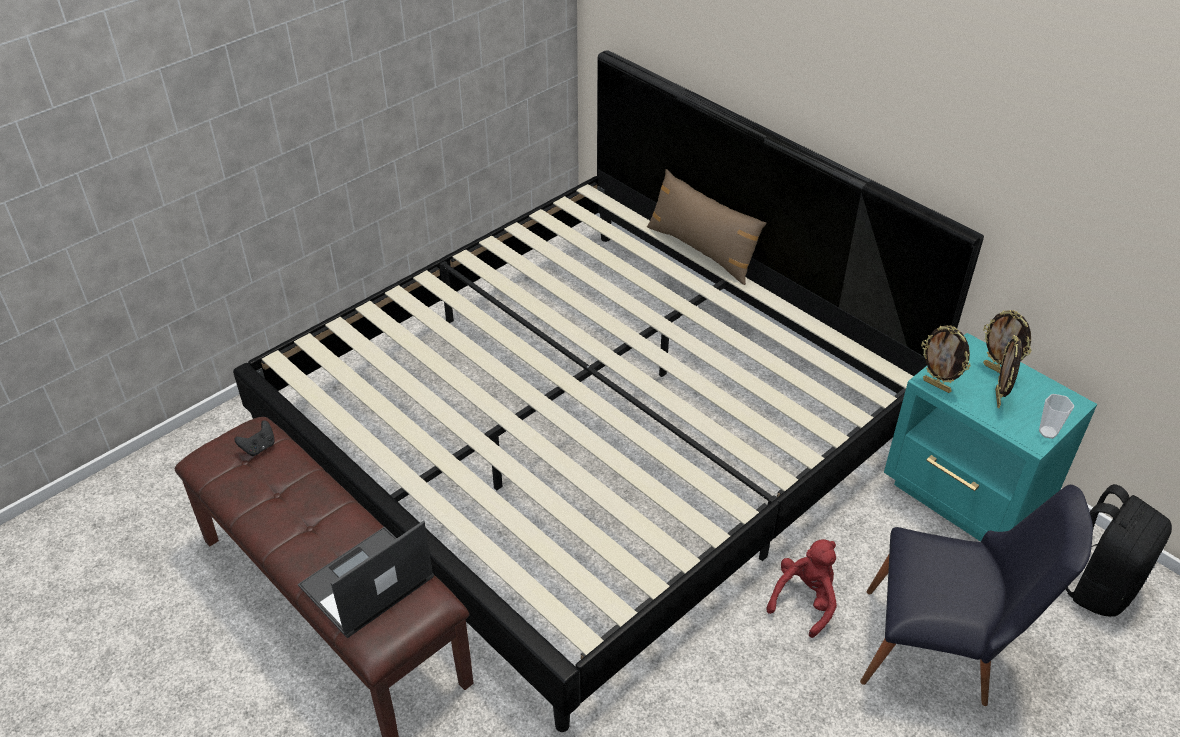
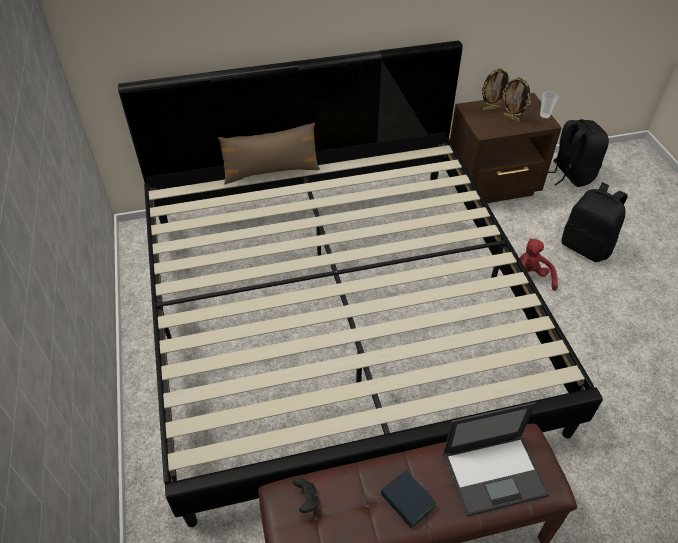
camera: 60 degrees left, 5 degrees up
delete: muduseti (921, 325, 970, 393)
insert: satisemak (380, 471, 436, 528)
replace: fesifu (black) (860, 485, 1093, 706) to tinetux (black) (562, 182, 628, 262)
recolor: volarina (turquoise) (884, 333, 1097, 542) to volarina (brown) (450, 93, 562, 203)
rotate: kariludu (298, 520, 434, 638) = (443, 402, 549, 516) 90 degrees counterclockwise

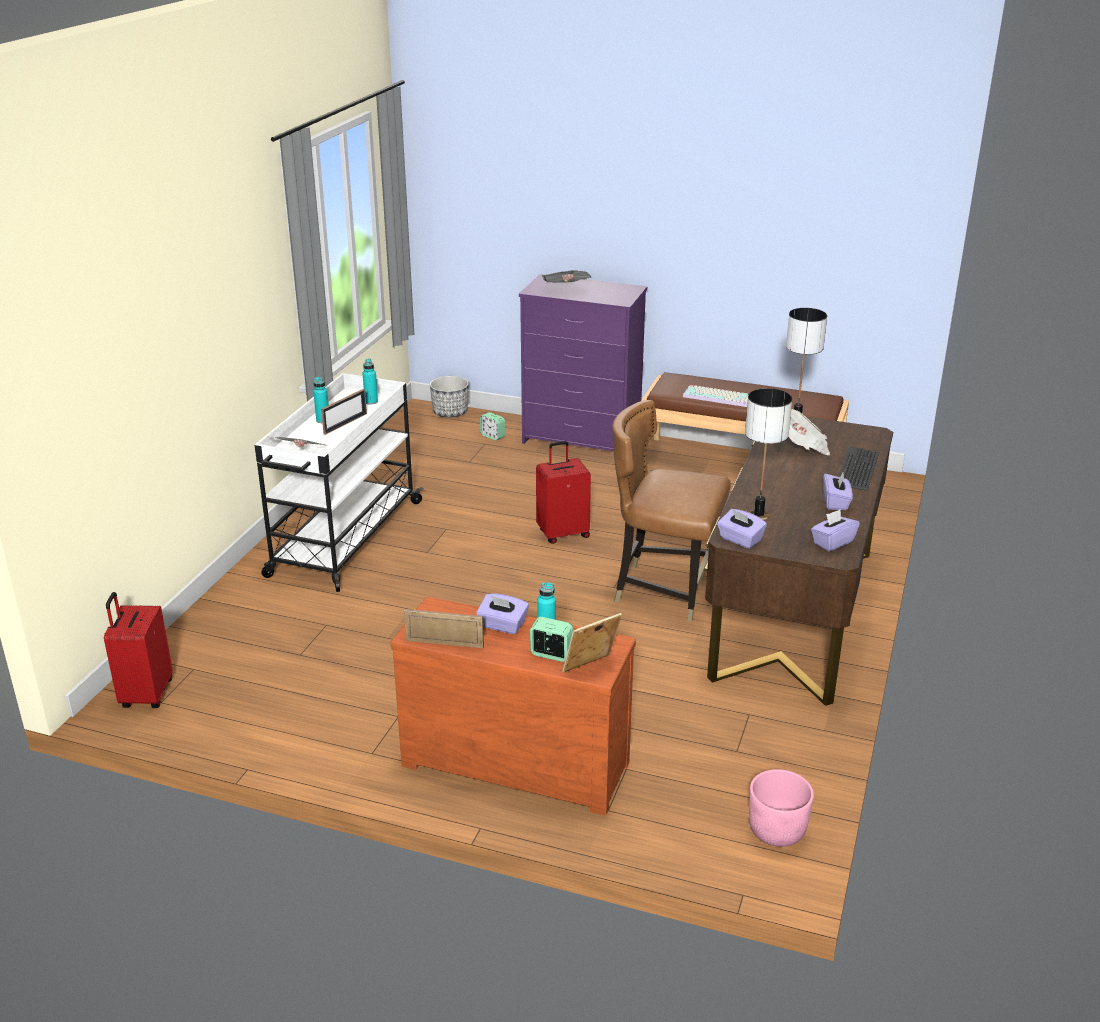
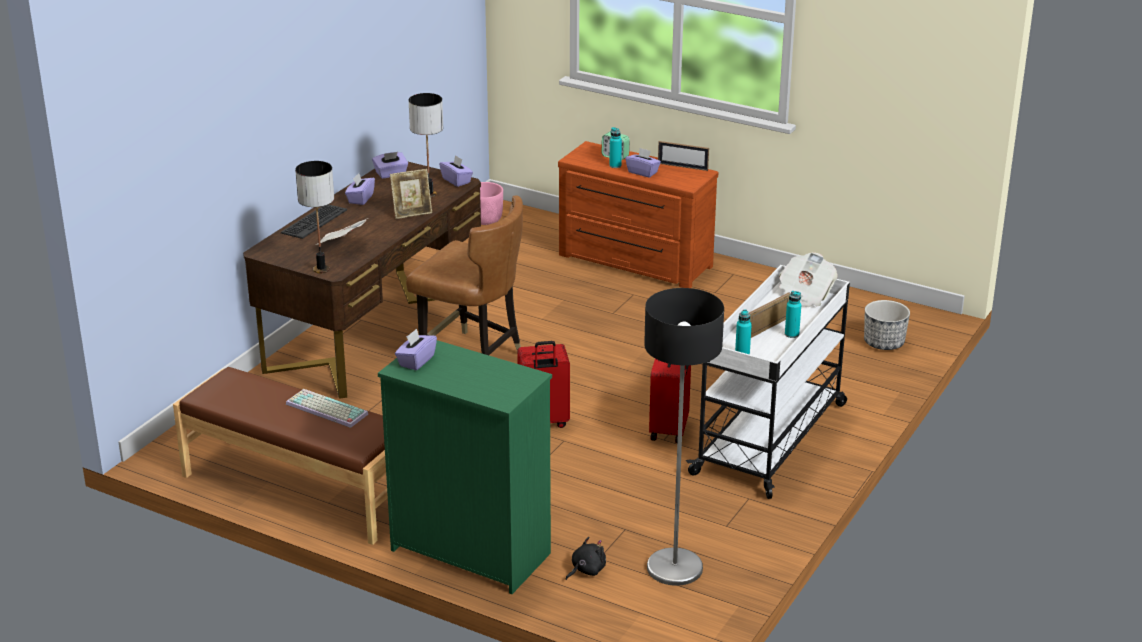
camera: 170 degrees left, 0 degrees up
delete: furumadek (542, 270, 591, 283)
insert: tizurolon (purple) (395, 329, 437, 370); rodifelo (644, 288, 724, 586)
move: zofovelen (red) (104, 592, 172, 708) to (649, 359, 691, 443); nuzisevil (430, 376, 469, 418) to (864, 300, 910, 350); muduseti (562, 613, 622, 673) to (390, 169, 432, 219)
replace: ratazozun (480, 412, 505, 441) to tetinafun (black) (566, 537, 606, 580)
recolor: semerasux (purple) (519, 274, 647, 451) to semerasux (green) (378, 340, 552, 594)

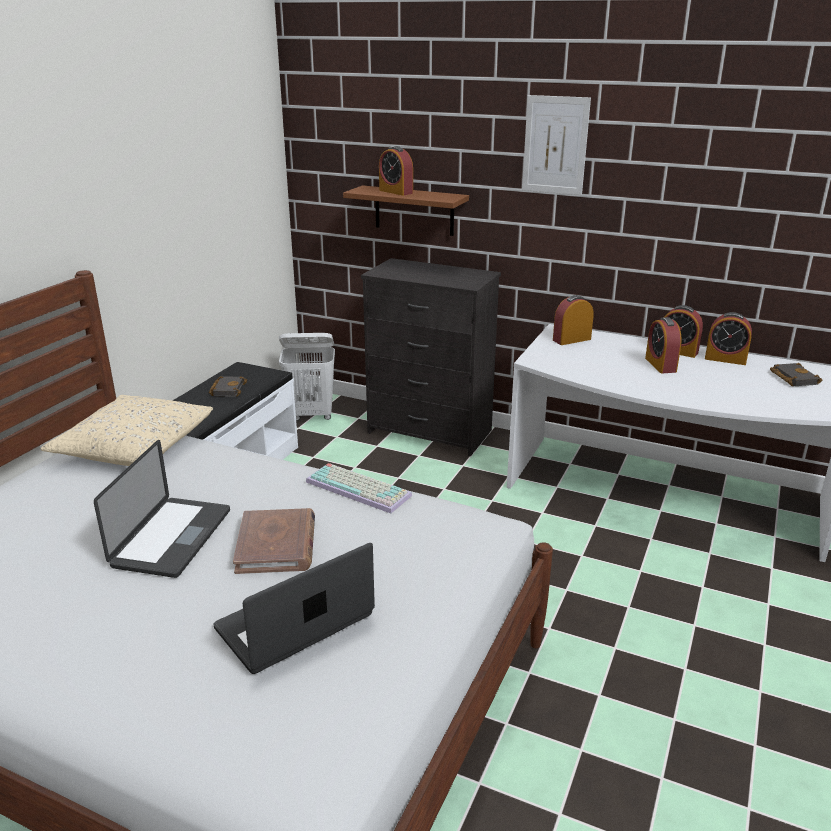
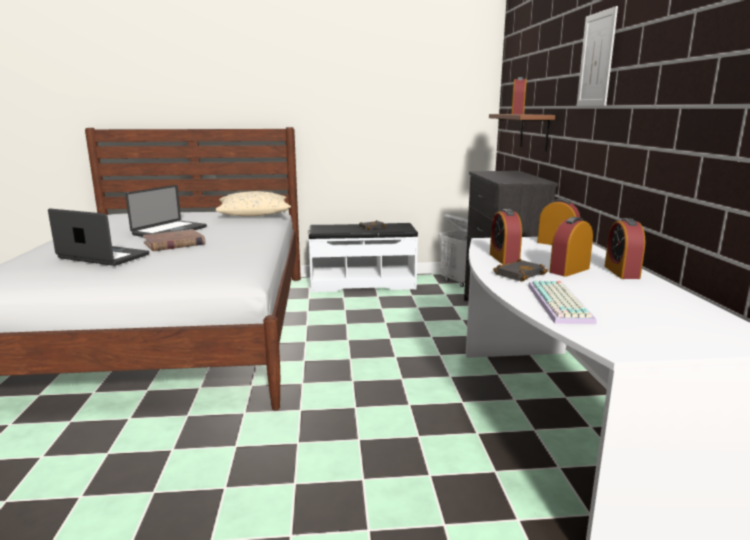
camera: 60 degrees right, 10 degrees down
move: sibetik (306, 463, 412, 513) to (528, 281, 597, 324); ratazozun (705, 312, 752, 365) to (490, 209, 522, 265); satisemak (black) (770, 363, 822, 386) to (493, 259, 548, 282)
rotate: kariludu (94, 440, 230, 578) = (125, 185, 207, 237) 45 degrees counterclockwise

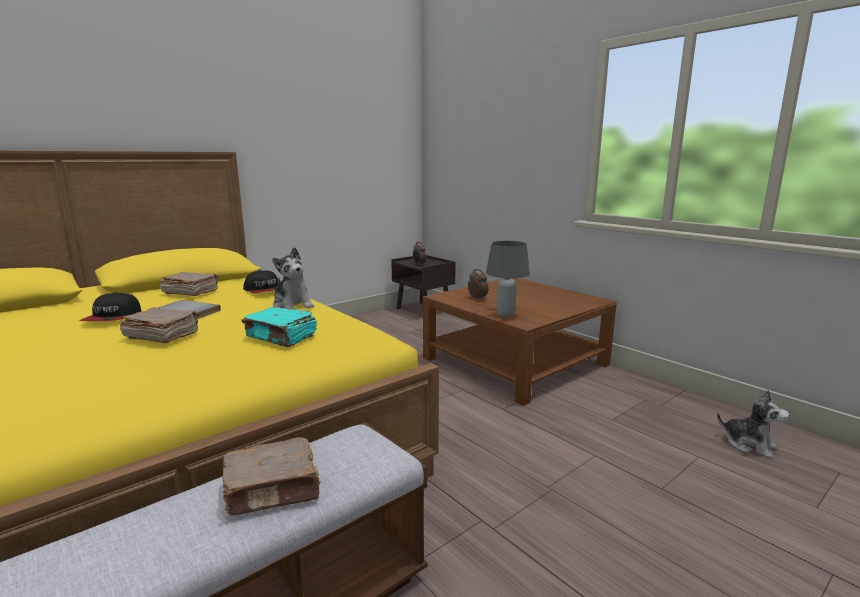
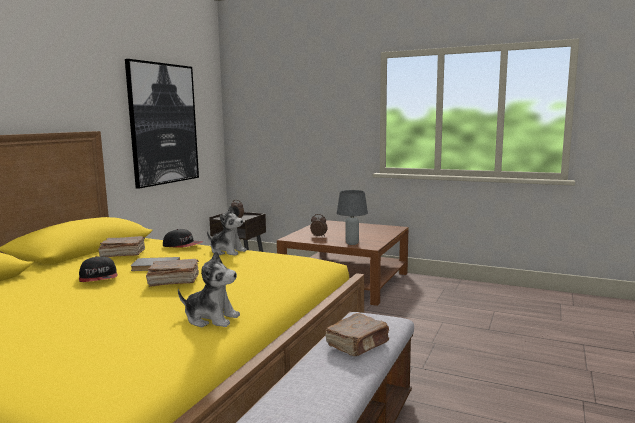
camera: 25 degrees left, 5 degrees down
delete: satisemak (turquoise) (242, 306, 317, 347)
insert: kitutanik (125, 59, 199, 189)
move: tetinafun (717, 390, 790, 458) to (178, 251, 240, 327)

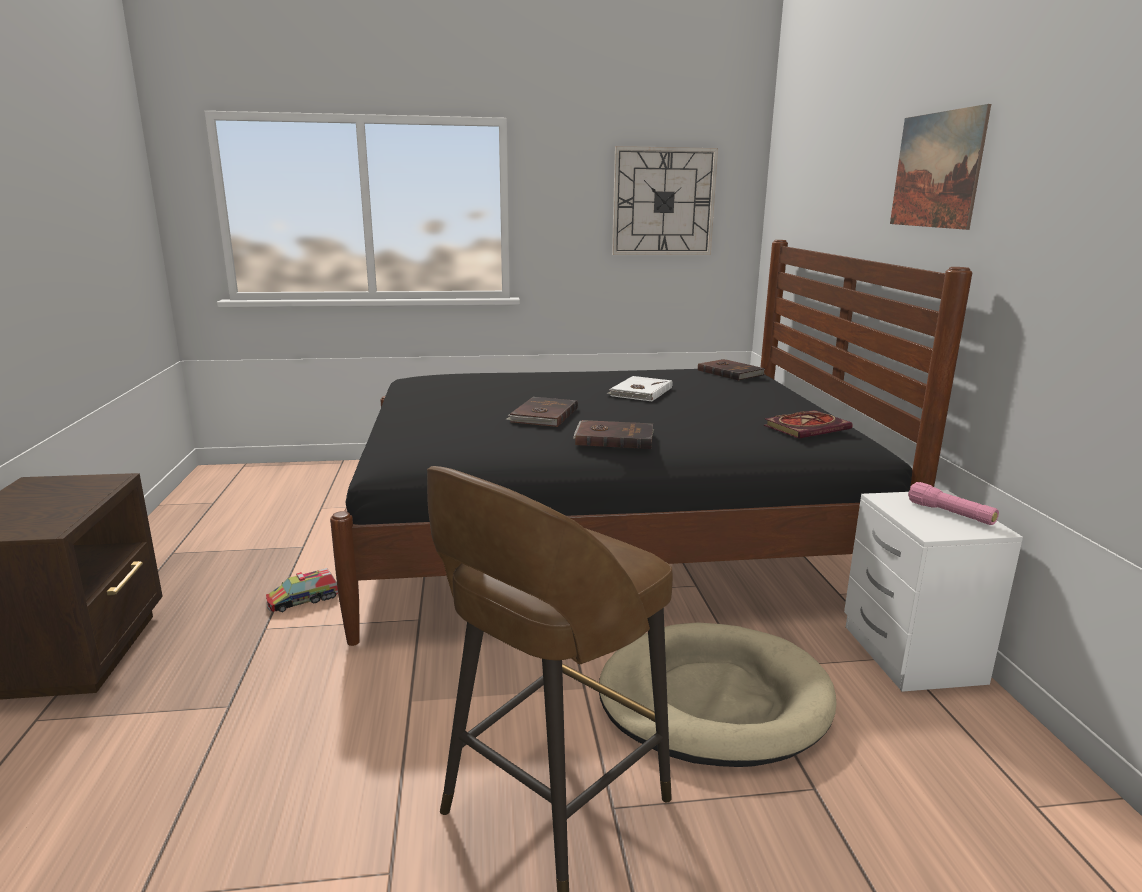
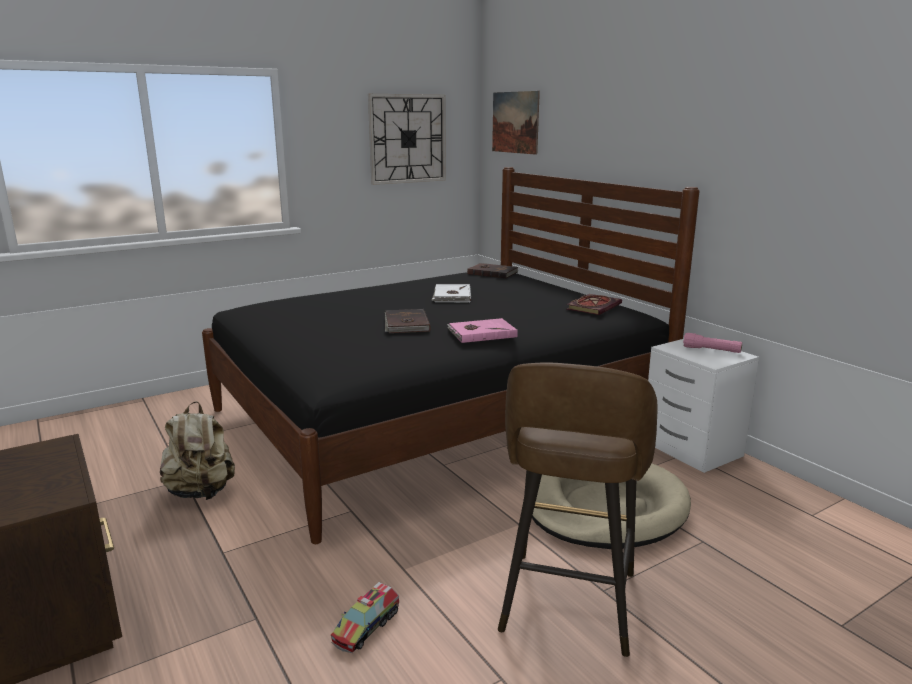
camera: 25 degrees left, 0 degrees up
insert: tinetux (beige) (160, 401, 235, 500)
move: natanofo (266, 568, 338, 612) to (331, 582, 399, 653); kitutanik (890, 104, 991, 230) to (492, 91, 540, 155)
recolor: satisemak (brown) (573, 420, 654, 449) to satisemak (pink) (447, 318, 518, 343)

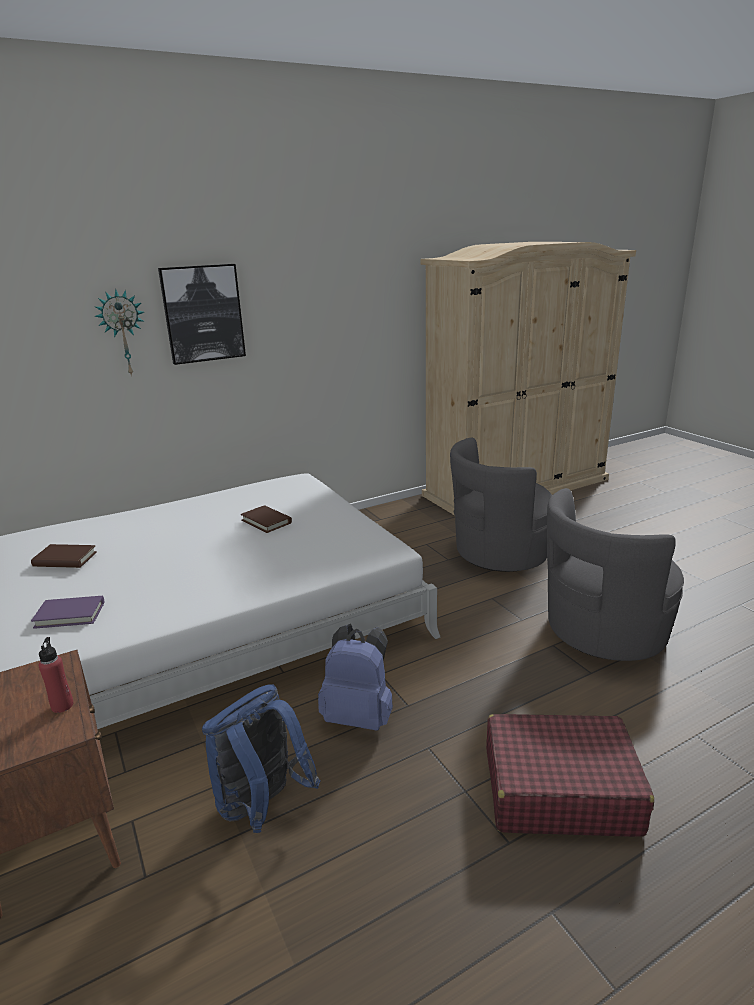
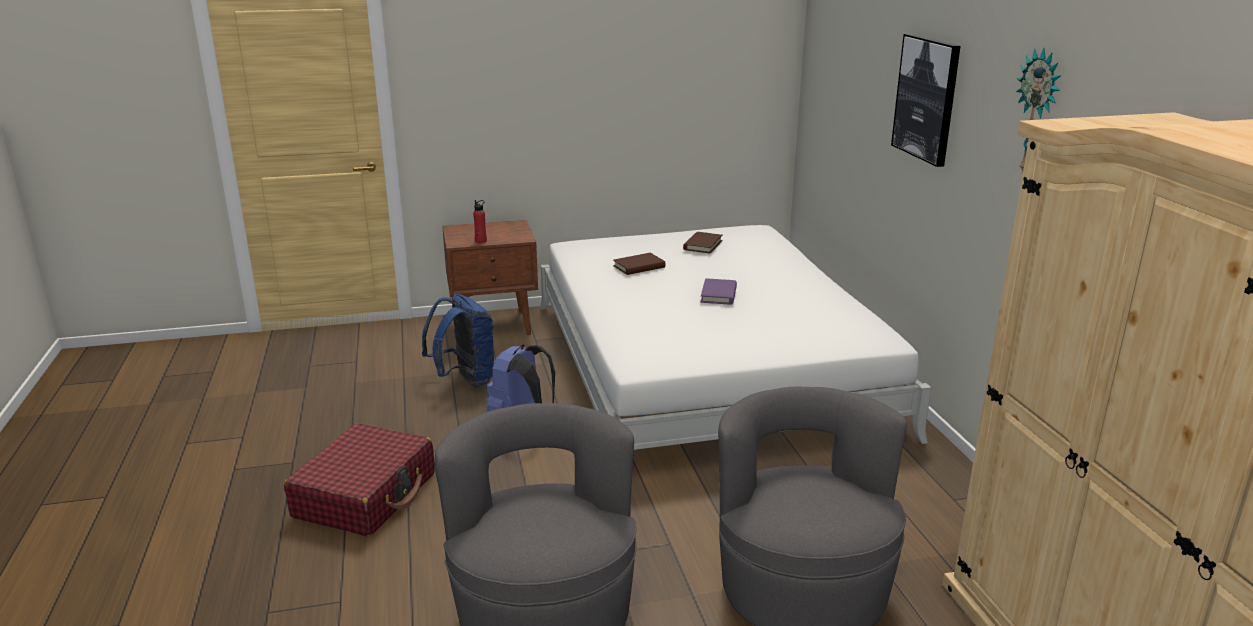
camera: 105 degrees right, 0 degrees up
move: satisemak (purple) (31, 596, 105, 629) to (701, 278, 737, 305); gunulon (94, 289, 145, 377) to (1016, 48, 1061, 174); satisemak (brown) (241, 505, 292, 533) to (613, 253, 665, 275)

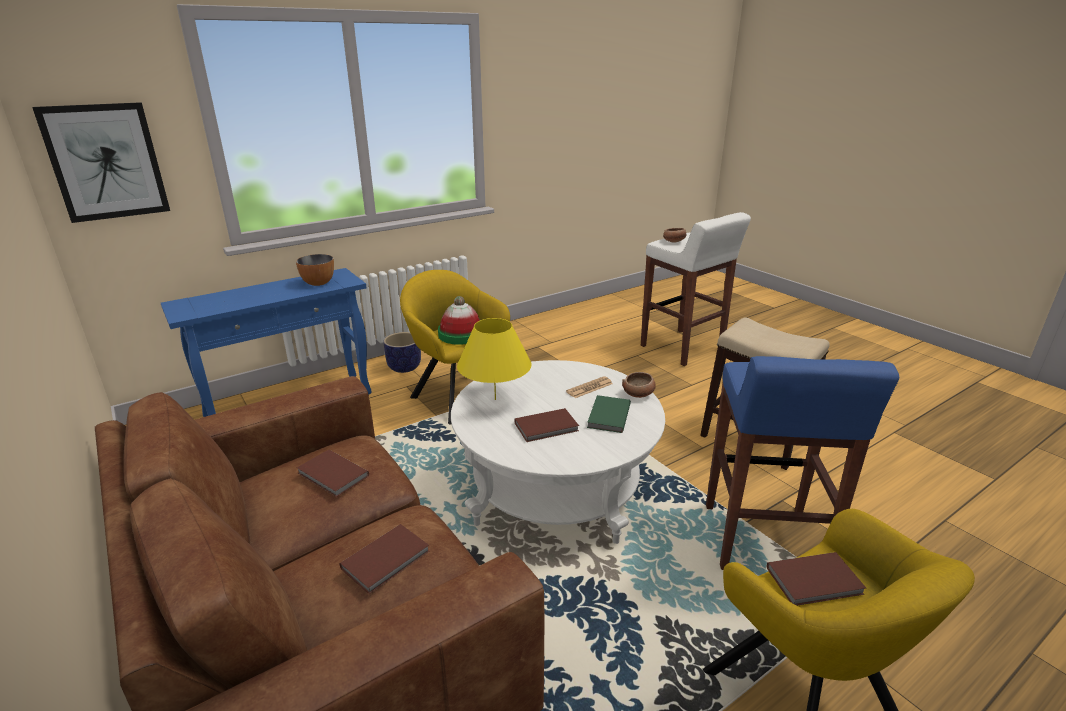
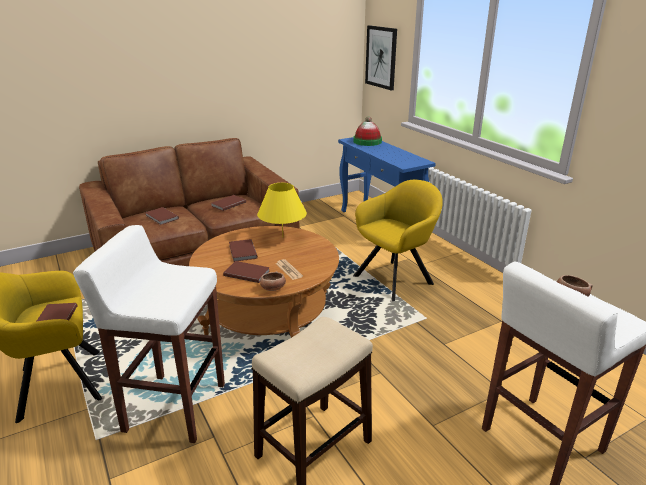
camera: 95 degrees right, 0 degrees up
delete: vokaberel (296, 254, 334, 286); nuzisevil (384, 332, 421, 373)
move: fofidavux (438, 296, 480, 345) to (353, 116, 382, 146)
recolor: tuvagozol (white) (451, 360, 665, 544) to tuvagozol (brown) (189, 226, 339, 338); satisemak (green) (587, 395, 631, 433) to satisemak (brown) (223, 261, 270, 283); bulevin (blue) (706, 356, 899, 570) to bulevin (white) (73, 225, 225, 443)

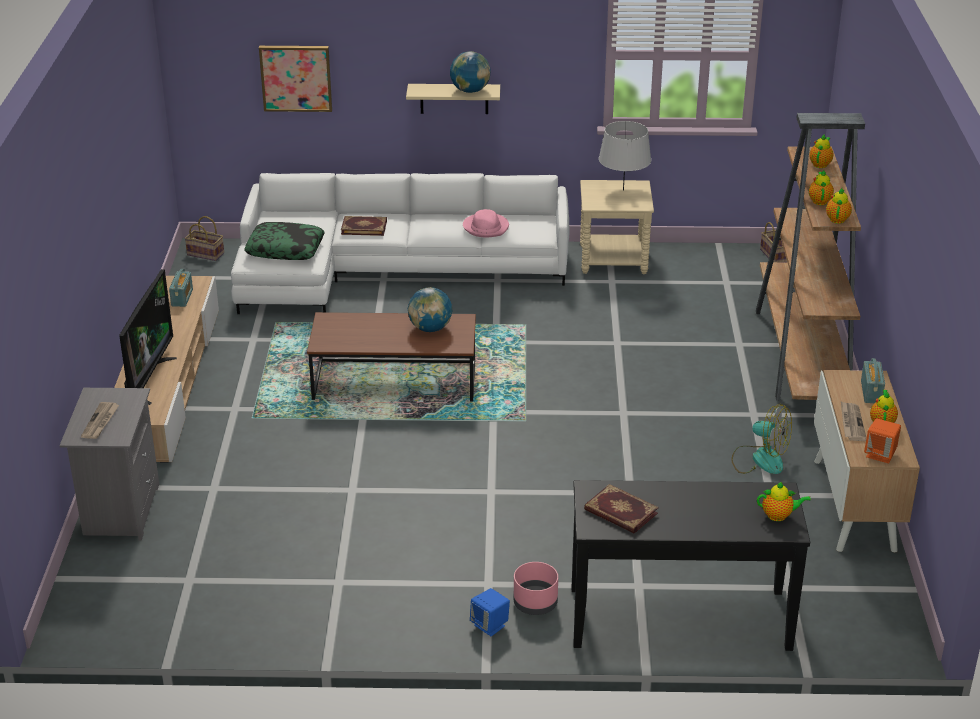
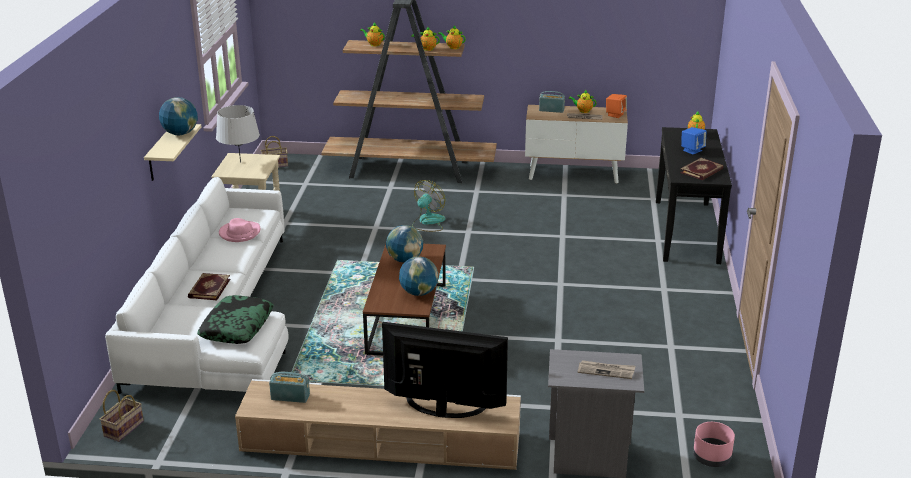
camera: 85 degrees left, 5 degrees down
delete: kitutanik (259, 46, 332, 112)
insert: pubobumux (399, 257, 438, 296)
move: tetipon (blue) (470, 588, 510, 636) to (681, 127, 706, 154); nuzisevil (pink) (514, 562, 558, 615) to (693, 422, 735, 467); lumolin (731, 404, 792, 474) to (412, 180, 445, 232)

